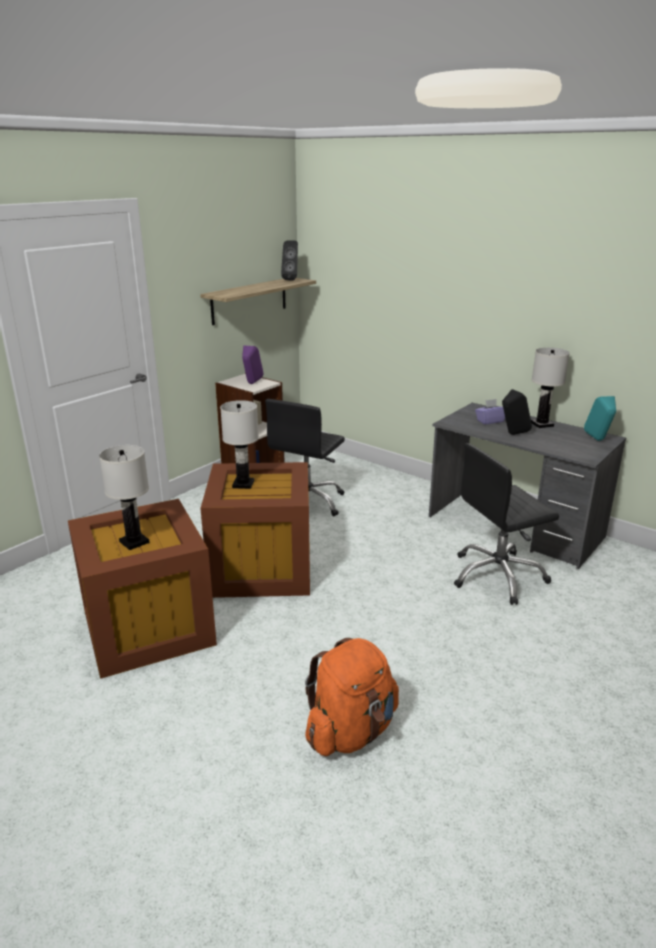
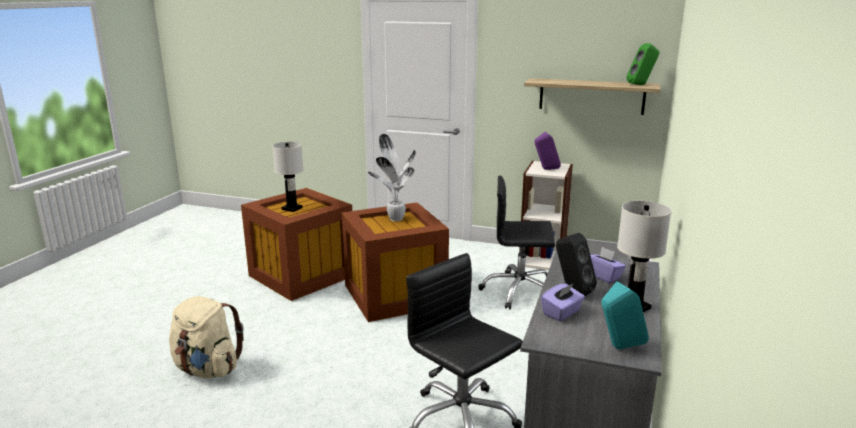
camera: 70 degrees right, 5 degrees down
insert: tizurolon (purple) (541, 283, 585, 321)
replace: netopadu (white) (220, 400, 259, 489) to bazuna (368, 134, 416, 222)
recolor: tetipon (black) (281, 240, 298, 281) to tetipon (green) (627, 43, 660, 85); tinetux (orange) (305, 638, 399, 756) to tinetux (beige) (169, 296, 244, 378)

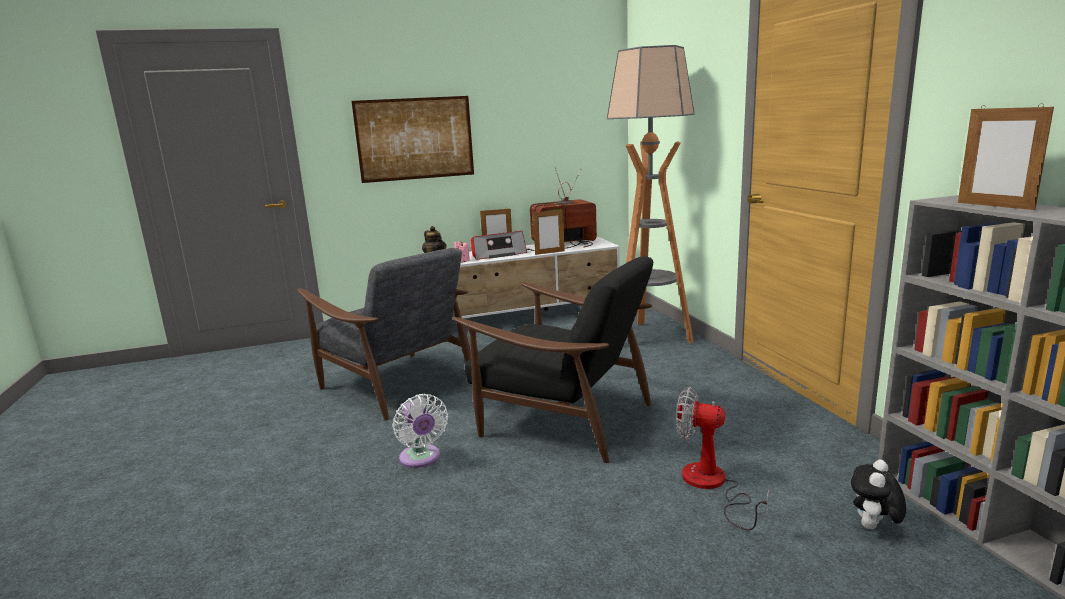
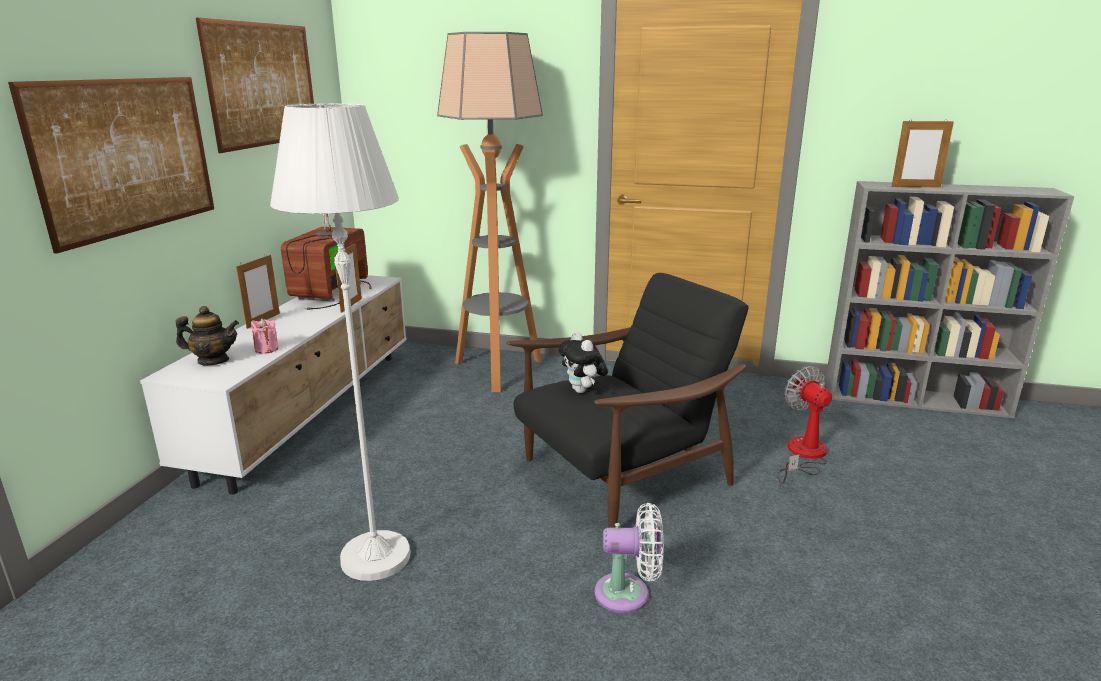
camera: 60 degrees left, 5 degrees up
delete: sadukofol (471, 231, 527, 260)
insert: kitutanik (196, 18, 314, 153)
move: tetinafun (851, 460, 906, 529) to (558, 332, 608, 393)
replace: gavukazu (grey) (297, 248, 471, 420) to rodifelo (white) (270, 103, 410, 581)
rotate: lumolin (676, 387, 769, 531) = (777, 366, 832, 484) 105 degrees clockwise

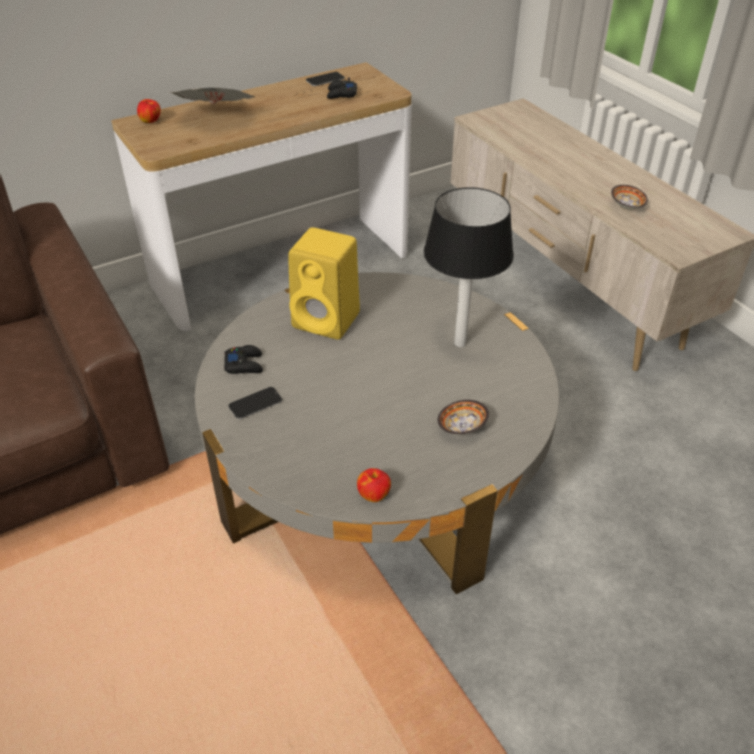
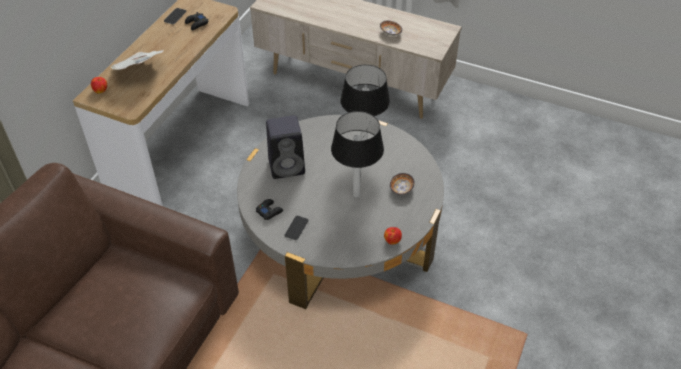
camera: 35 degrees left, 5 degrees up
insert: netopadu (331, 111, 384, 198)
recolor: tetipon (yellow) (288, 227, 360, 340) to tetipon (black) (266, 115, 305, 179)

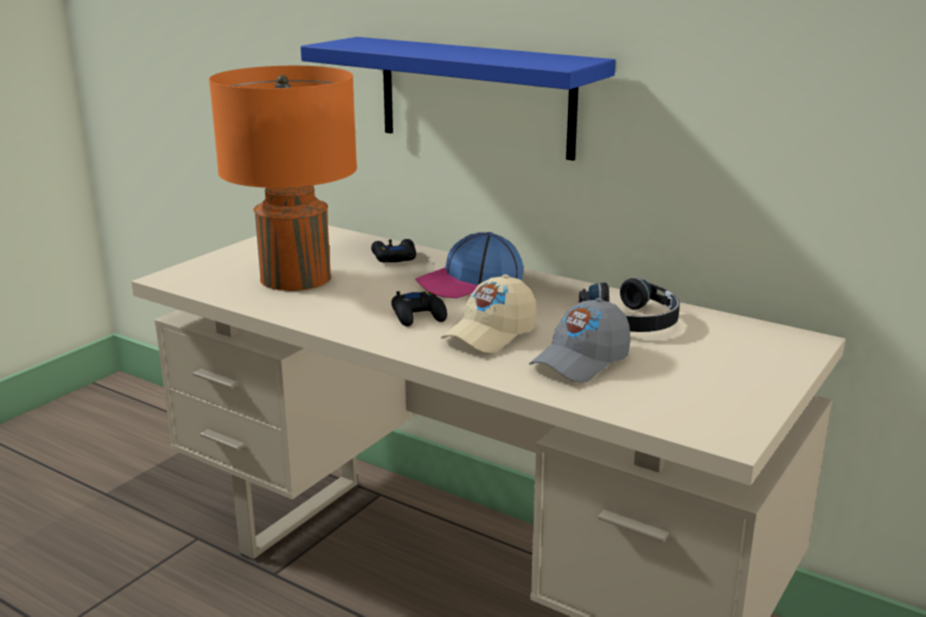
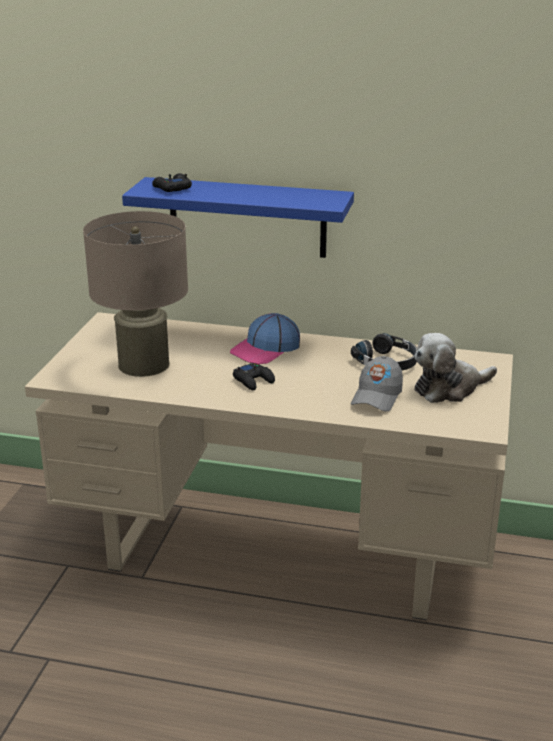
camera: 20 degrees left, 5 degrees up
delete: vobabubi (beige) (441, 275, 537, 354)
insert: tetinafun (414, 333, 497, 403)
move: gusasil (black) (371, 239, 416, 262) to (152, 173, 192, 192)
recolor: netopadu (orange) (209, 66, 357, 291) to netopadu (beige) (83, 211, 188, 377)

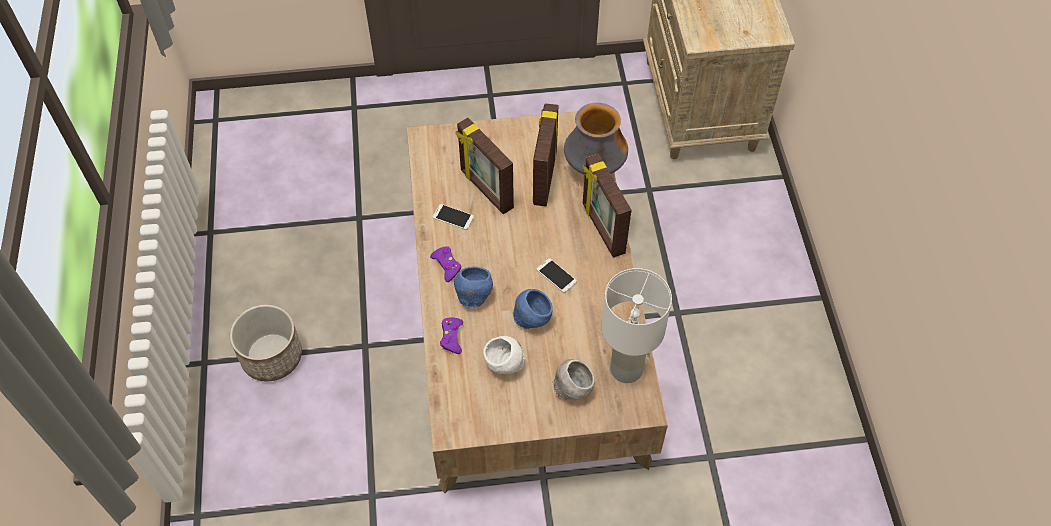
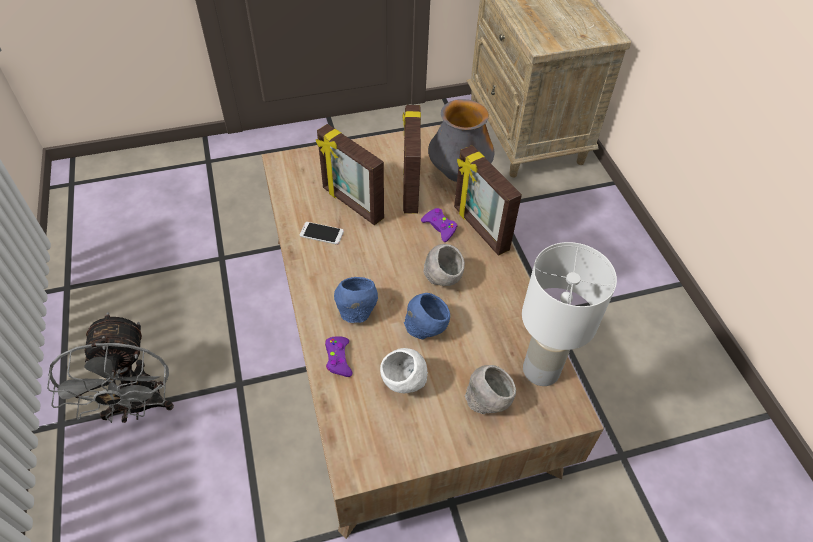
camera: 10 degrees left, 5 degrees down
move: gusasil (purple) (430, 246, 461, 282) to (421, 208, 457, 242)
replace: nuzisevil (230, 304, 302, 381) to lumolin (grey) (47, 312, 174, 423); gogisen (537, 258, 577, 293) to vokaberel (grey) (423, 244, 465, 286)

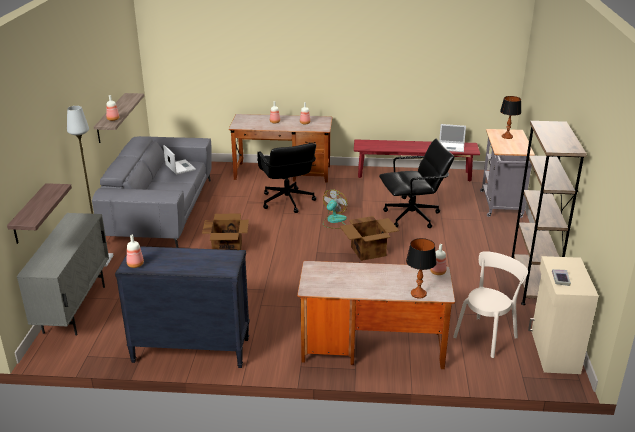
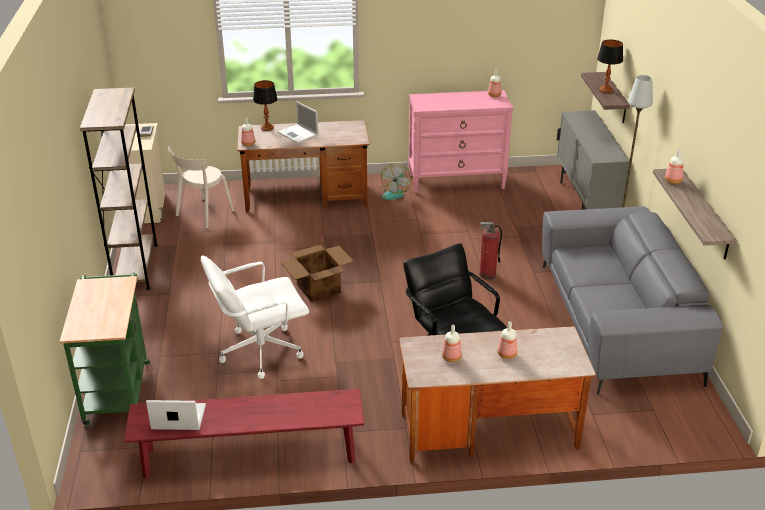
camera: 170 degrees right, 5 degrees up
move: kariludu (163, 145, 196, 174) to (277, 101, 318, 144); lumolin (323, 189, 347, 229) to (380, 163, 411, 200); netopadu (500, 96, 521, 139) to (597, 40, 623, 93)
replace: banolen (202, 213, 249, 250) to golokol (479, 222, 502, 280)
recolor: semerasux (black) (115, 246, 250, 368) to semerasux (pink) (408, 90, 514, 194); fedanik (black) (379, 139, 454, 228) to fedanik (white) (201, 256, 309, 379); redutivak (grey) (480, 129, 535, 218) to redutivak (green) (59, 272, 150, 426)

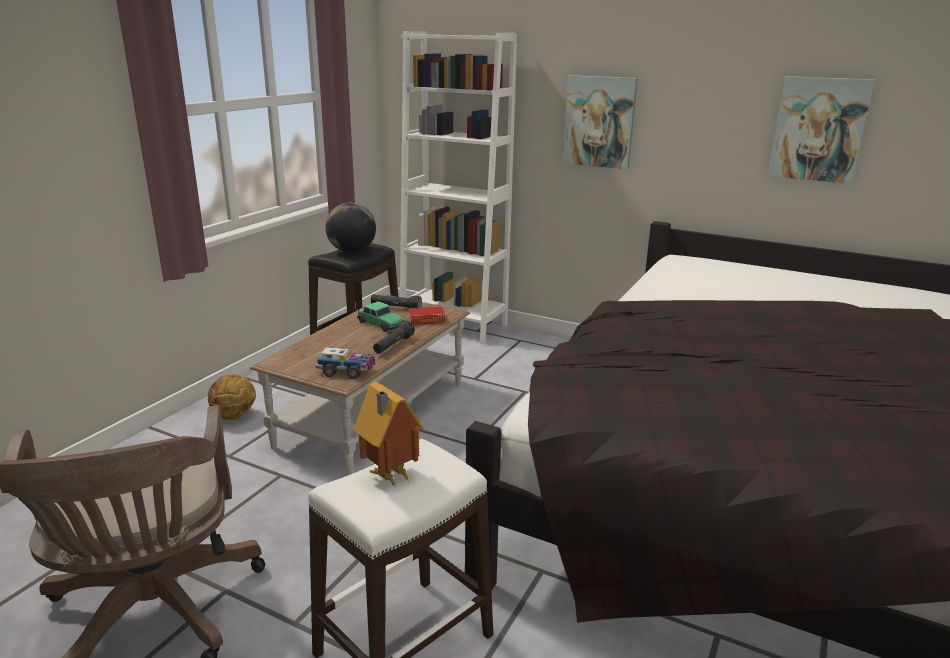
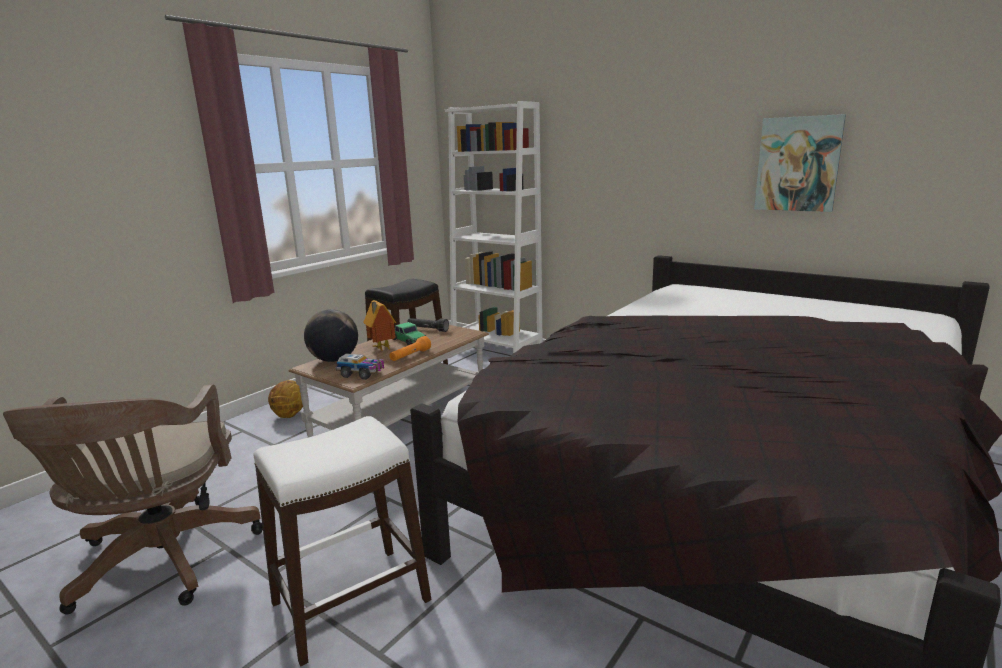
camera: 10 degrees right, 5 degrees down
delete: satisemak (409, 307, 445, 325); kitutanik (562, 75, 638, 169)
move: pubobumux (325, 202, 376, 253) to (304, 309, 358, 362); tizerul (354, 382, 423, 487) to (363, 300, 396, 351)
recolor: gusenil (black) (373, 321, 415, 353) to gusenil (orange) (389, 336, 431, 361)

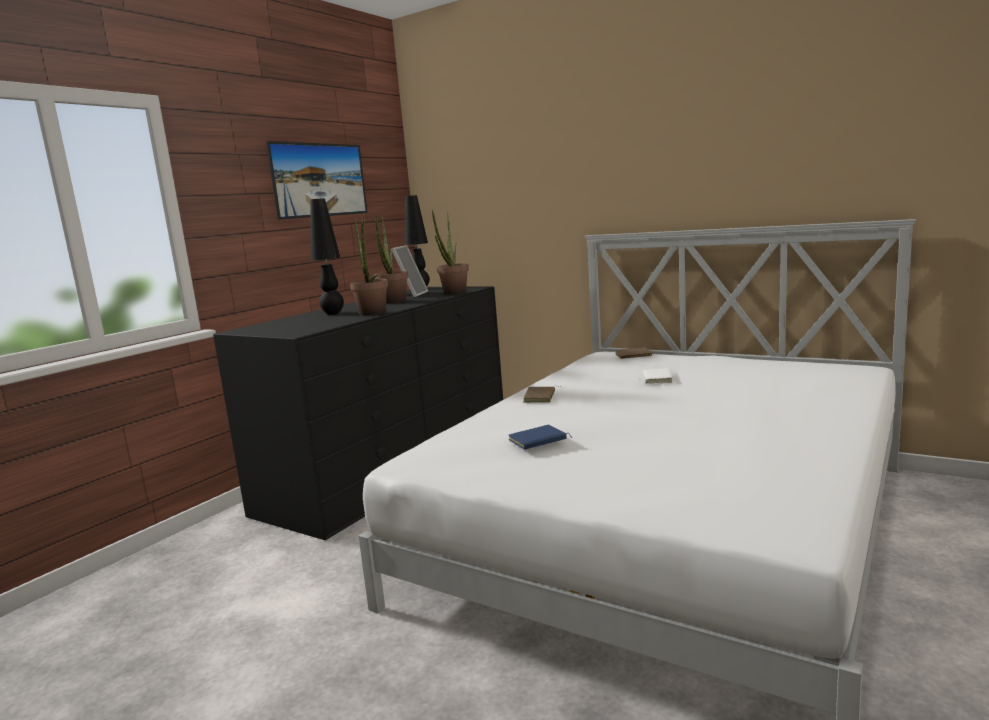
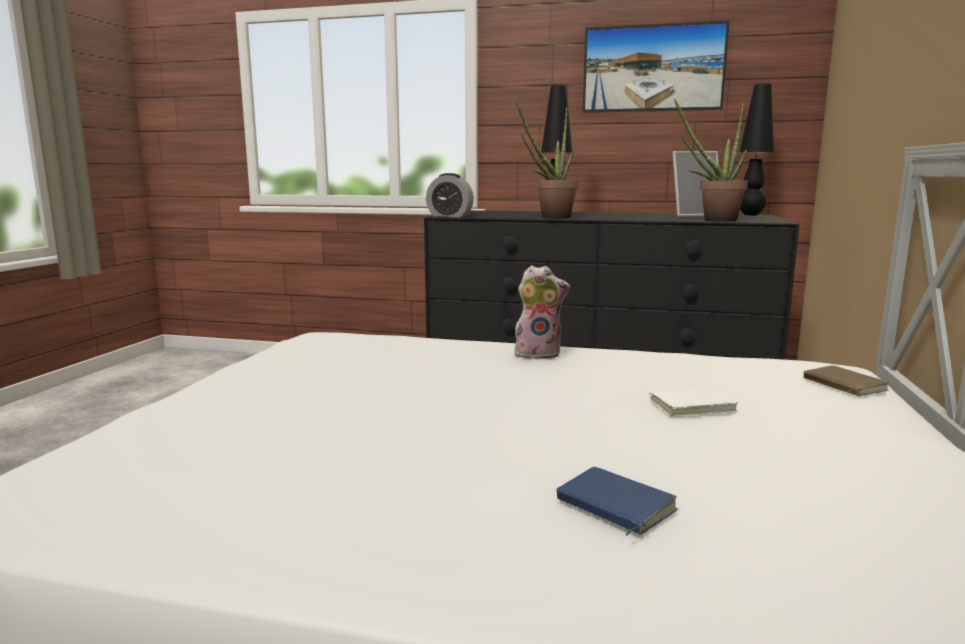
camera: 70 degrees right, 0 degrees up
delete: bazuna (374, 215, 408, 304)
insert: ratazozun (426, 173, 474, 217)
move: satisemak (blue) (508, 425, 572, 450) to (557, 467, 678, 535)
replace: satisemak (brown) (523, 386, 563, 402) to tetinafun (514, 265, 570, 359)

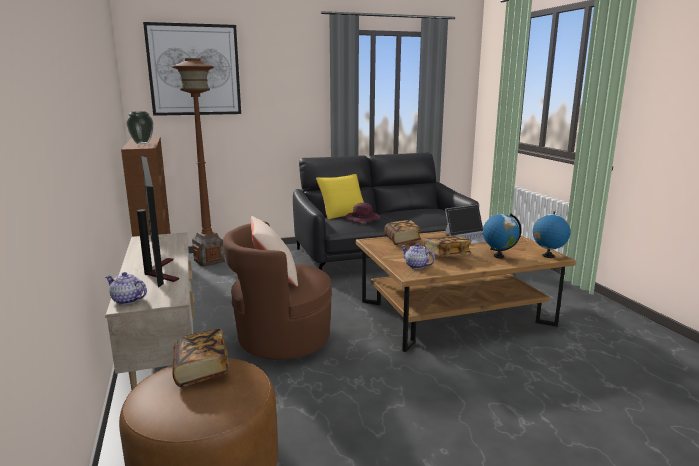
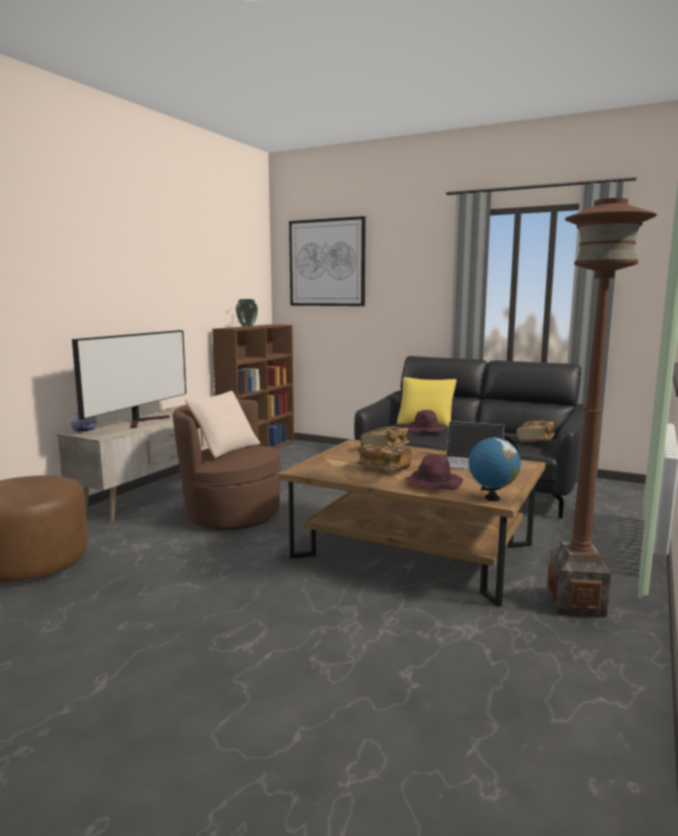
camera: 45 degrees right, 5 degrees down
delete: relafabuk (401, 243, 435, 269)
move: rodifelo (brown) (172, 58, 225, 267) to (547, 198, 657, 618); satisemak (172, 329, 229, 387) to (516, 421, 555, 442)
replace: pubobumux (483, 214, 522, 259) to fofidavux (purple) (406, 454, 463, 490)

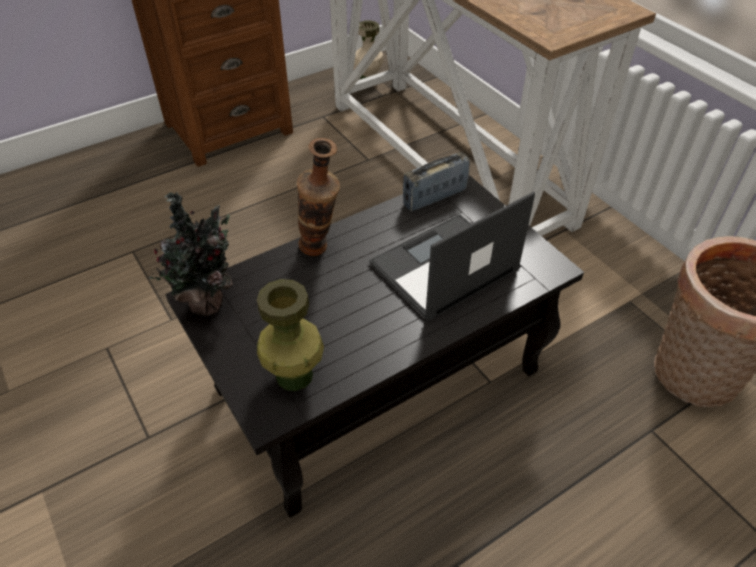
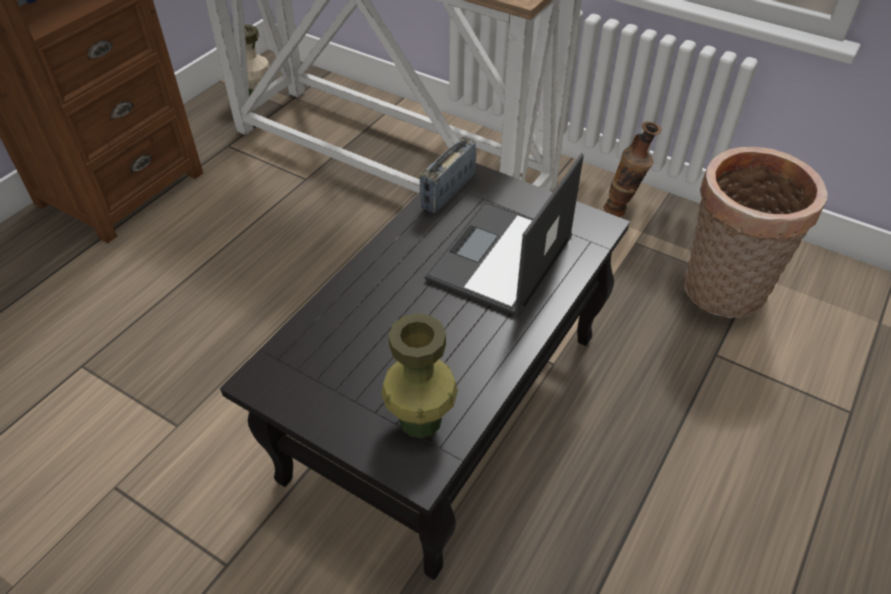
camera: 25 degrees left, 0 degrees up
delete: bazuna (148, 191, 233, 318)
move: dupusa (297, 138, 340, 256) to (604, 122, 662, 217)

